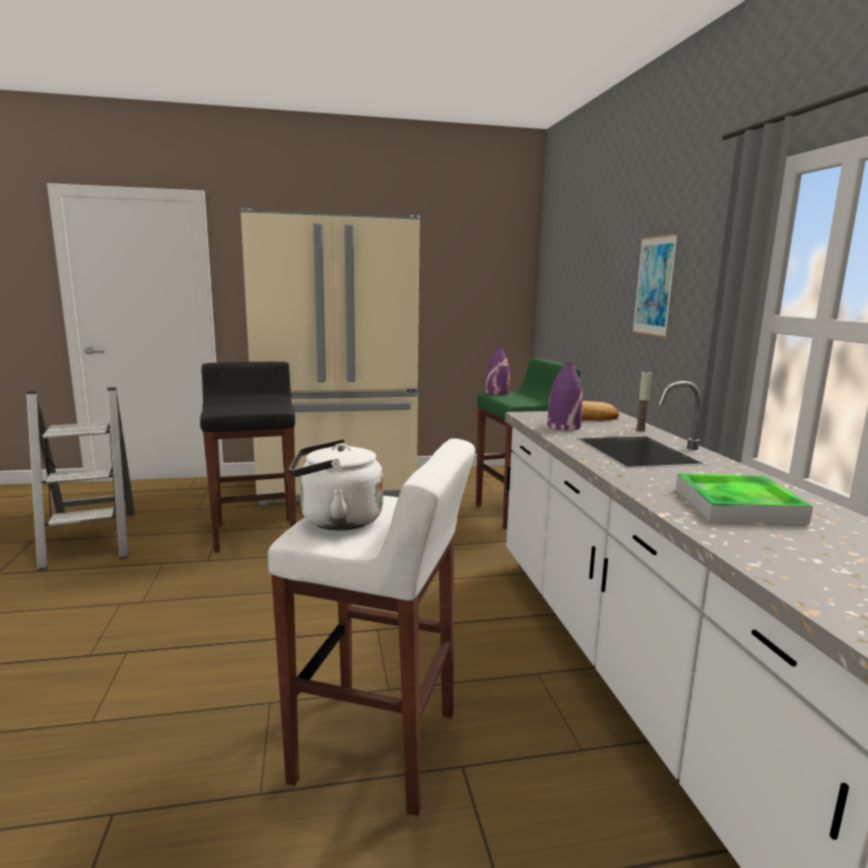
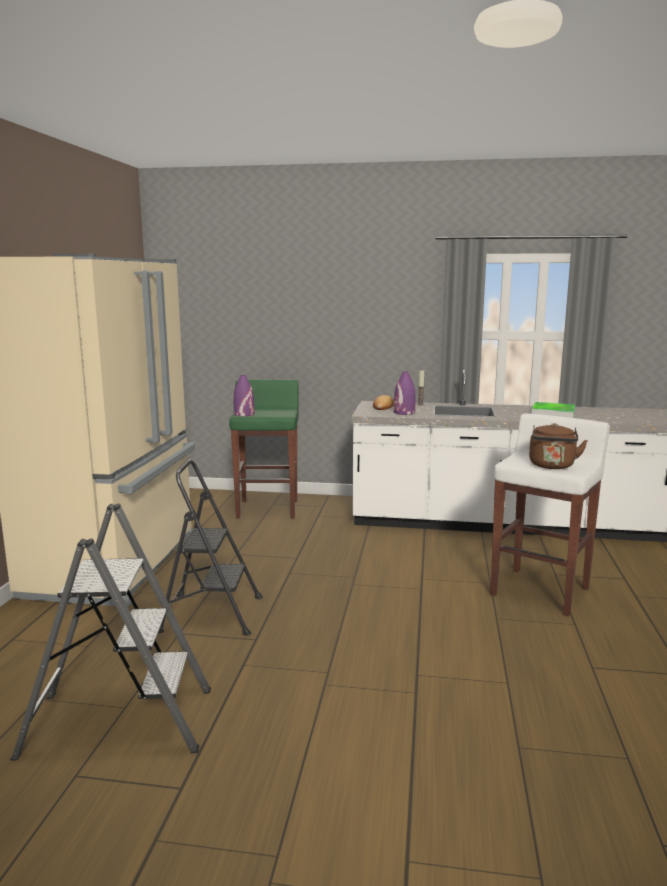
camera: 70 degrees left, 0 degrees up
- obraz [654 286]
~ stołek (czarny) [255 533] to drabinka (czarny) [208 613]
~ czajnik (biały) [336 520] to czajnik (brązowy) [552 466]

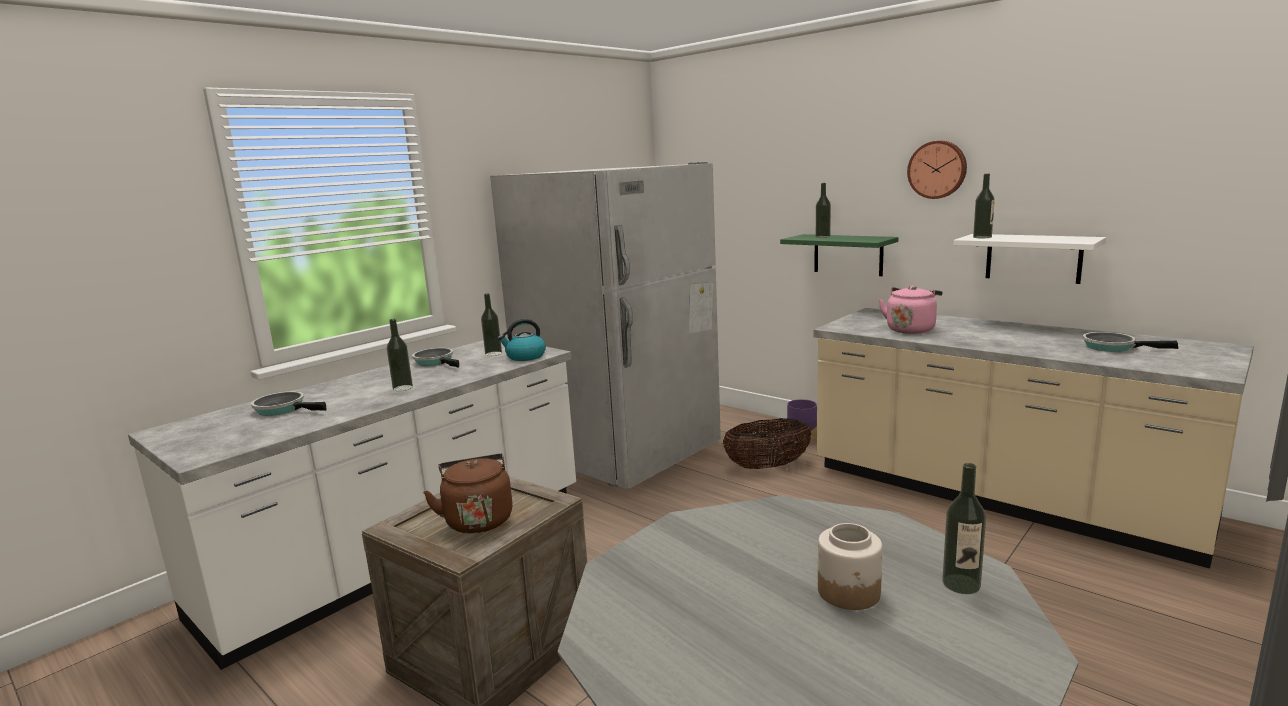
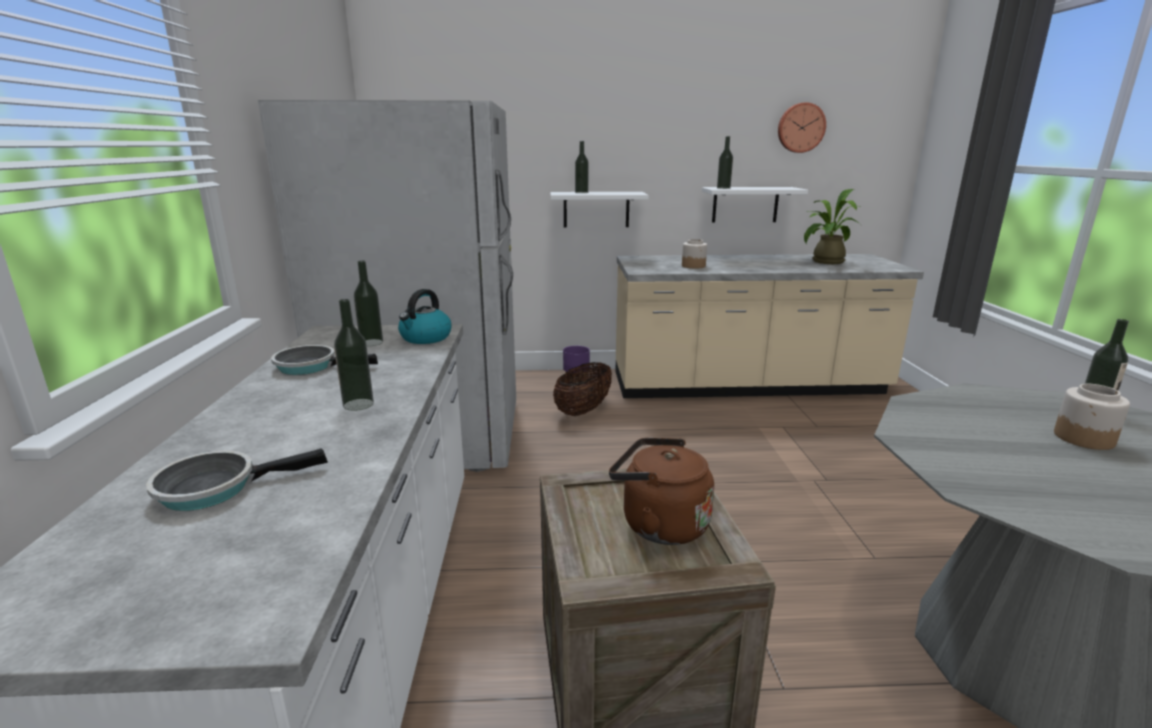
camera: 45 degrees left, 5 degrees up
~ zegar ścienny [937 169] to [800 128]
~ półka (zielony) [848 254] to półka (biały) [596 209]
~ czajnik (różowy) [911 329] to słoik [693 266]
~ patelnia [1113 347] to roślina doniczkowa [824 262]

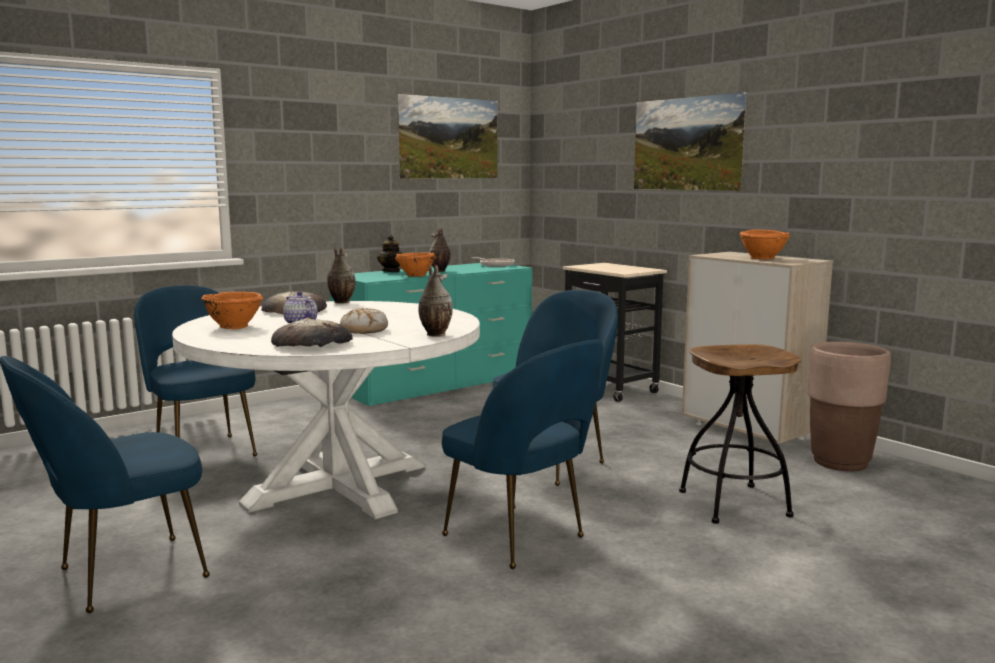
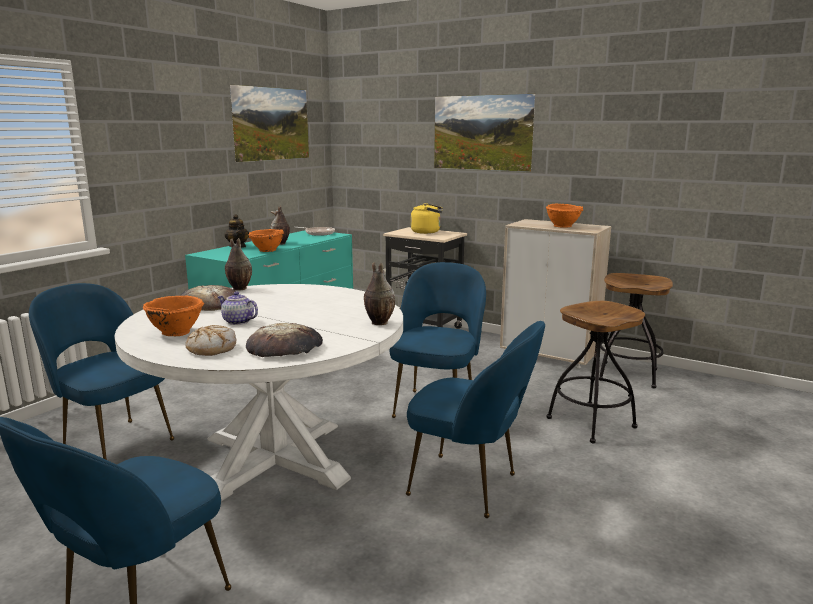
camera: 20 degrees left, 5 degrees up
~ chleb [364 330] to [212 348]
~ donica (brązowy) [840 462] to stołek (brązowy) [628 374]
+ czajnik (żółty) [427 232]

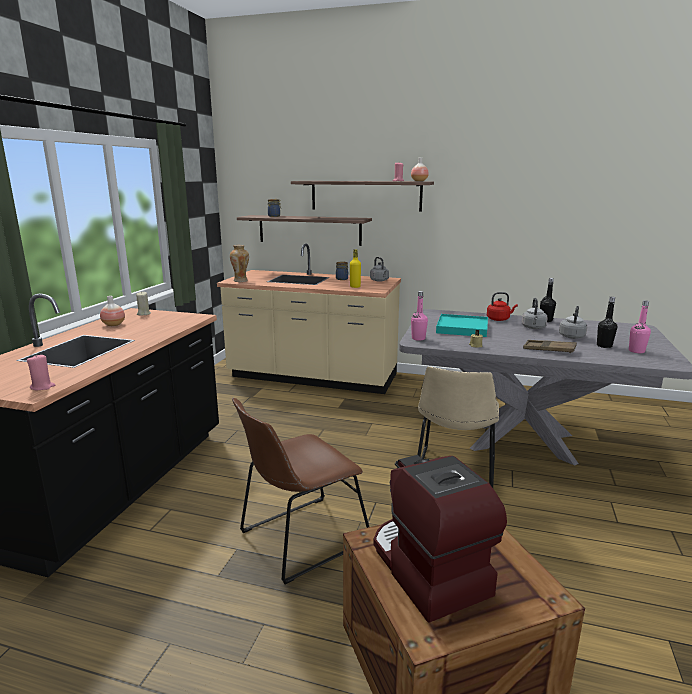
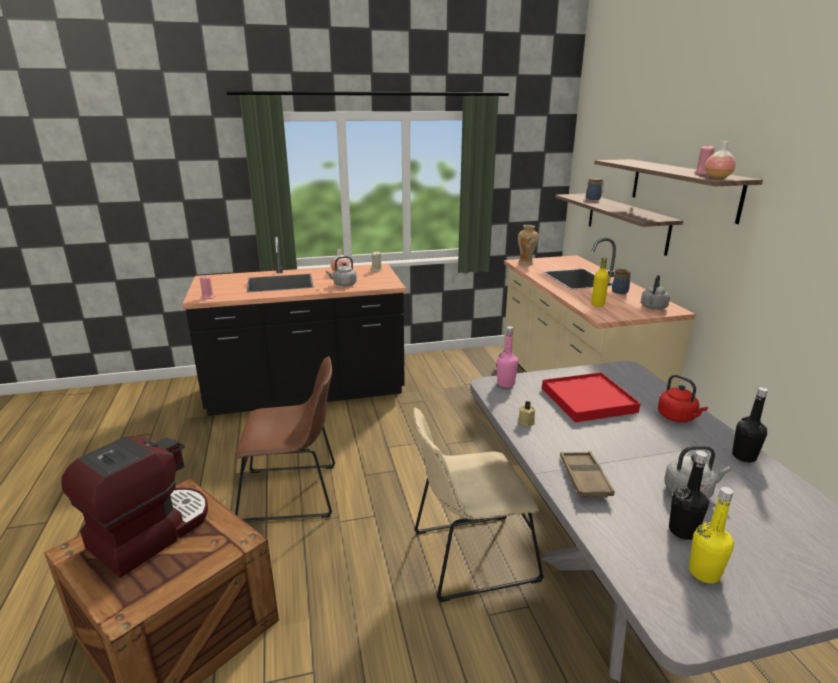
camera: 60 degrees right, 5 degrees up
~ czajnik (szary) [533 328] to [343 284]
~ butelka (różowy) [636 351] to butelka (żółty) [704 573]
~ taca (turkusowy) [462 328] to taca (czerwony) [588 400]
~ krzesło (brązowy) [299 539] = [294 493] 150 degrees clockwise

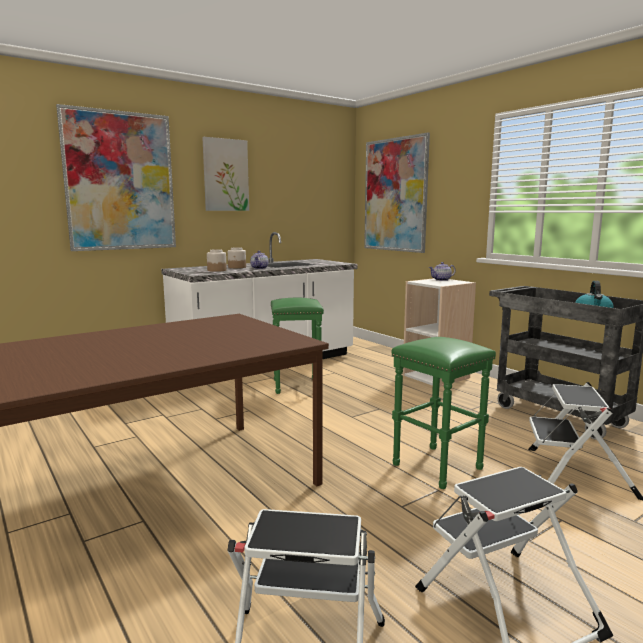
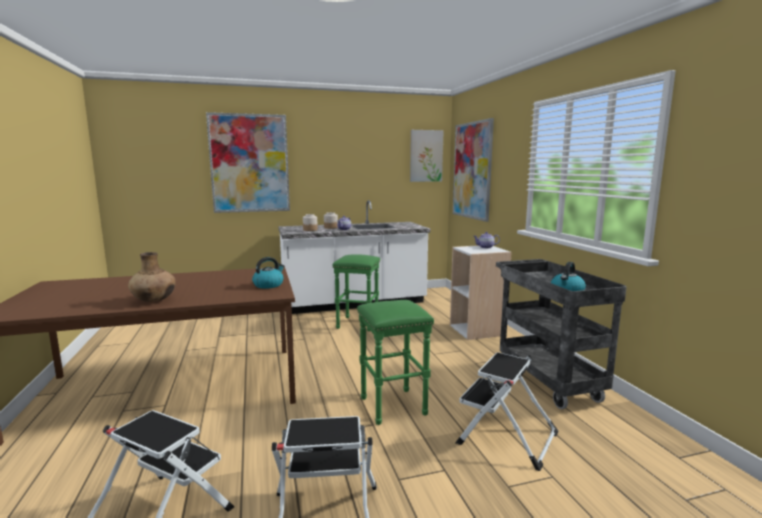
camera: 20 degrees right, 0 degrees up
~ obraz [225 175] to [426 156]
+ wazon (brązowy) [154 300]
+ czajnik [268 285]

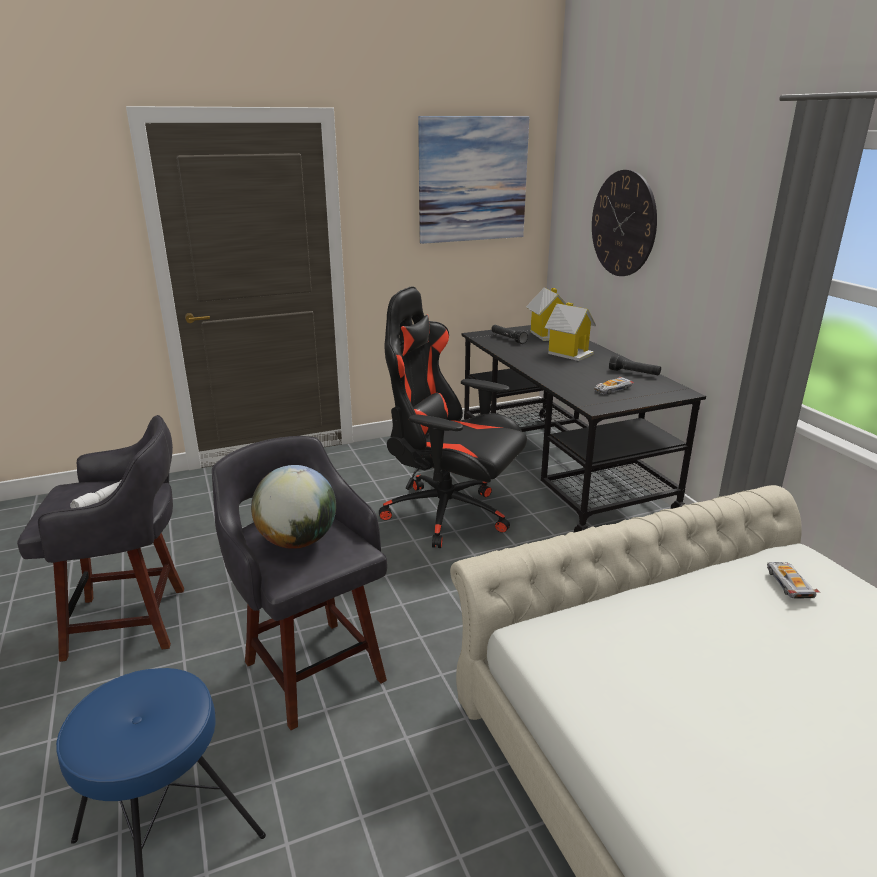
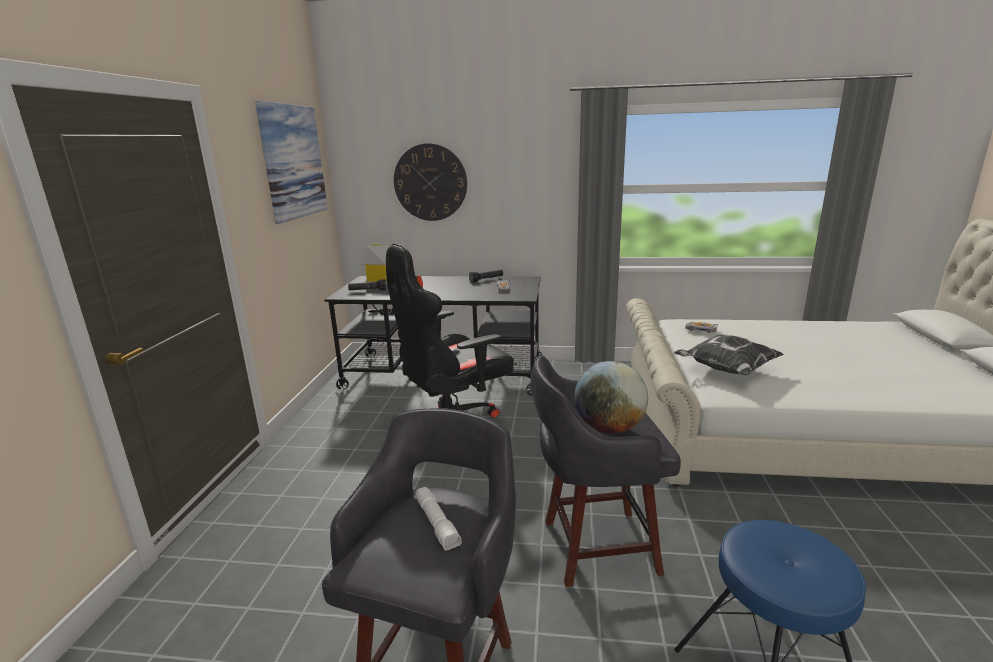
camera: 60 degrees left, 5 degrees down
- domek [569 353]
+ poduszka [725 370]

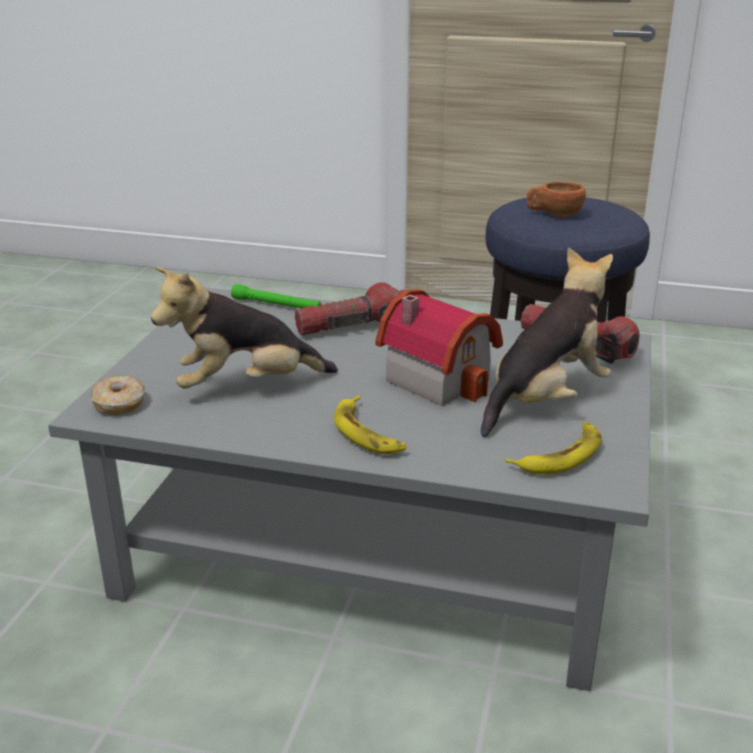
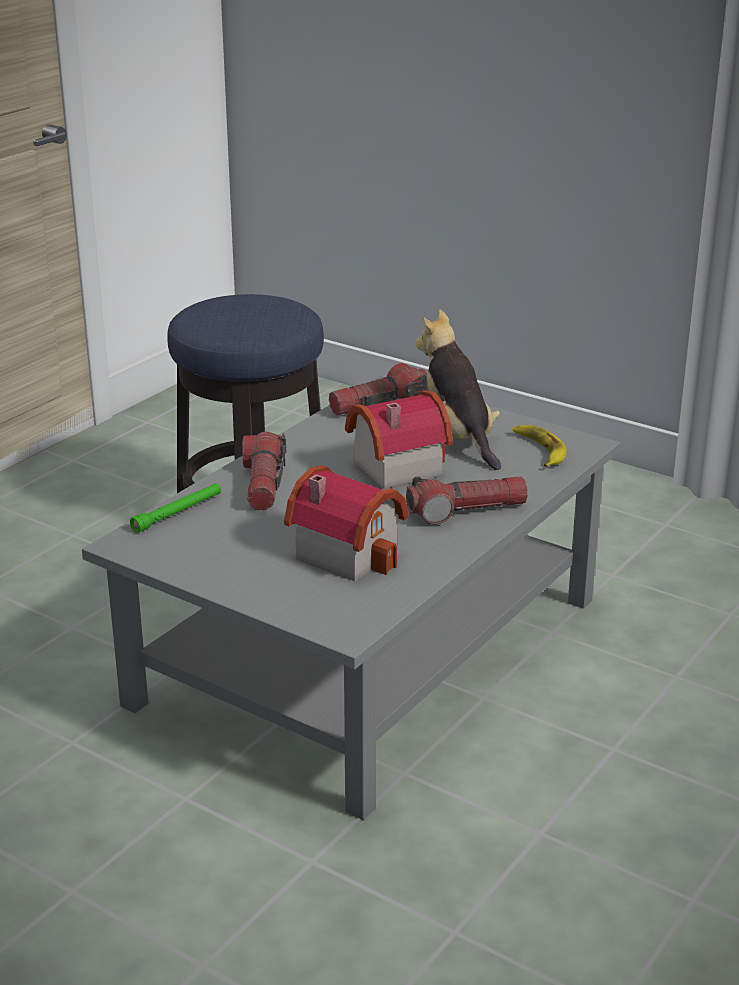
camera: 70 degrees left, 0 degrees up
- filiżanka (brązowy) [554 214]
~ pluszak [246 386] to domek [348 551]
- donut [119 404]
~ banan [367 433] to latarka [466 511]

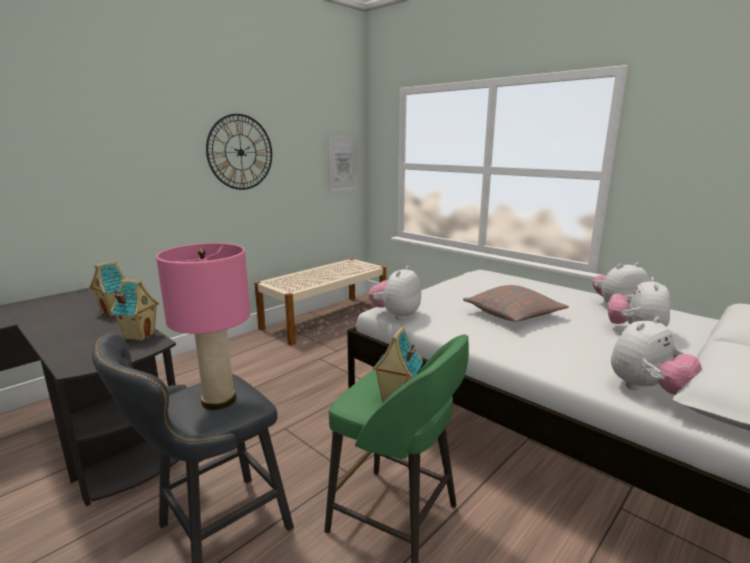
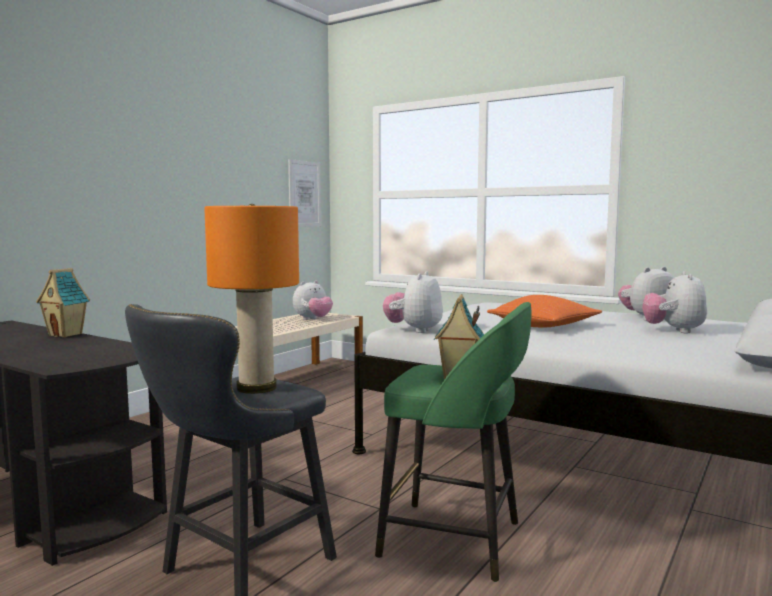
camera: 10 degrees left, 10 degrees down
- zegar ścienny [240 152]
~ lampa stołowa (różowy) [219 400] to lampa stołowa (pomarańczowy) [257 388]
- domek [139 335]
~ poduszka (szary) [513 315] to poduszka (pomarańczowy) [543 326]
~ pluszak [647 389] to [313 319]

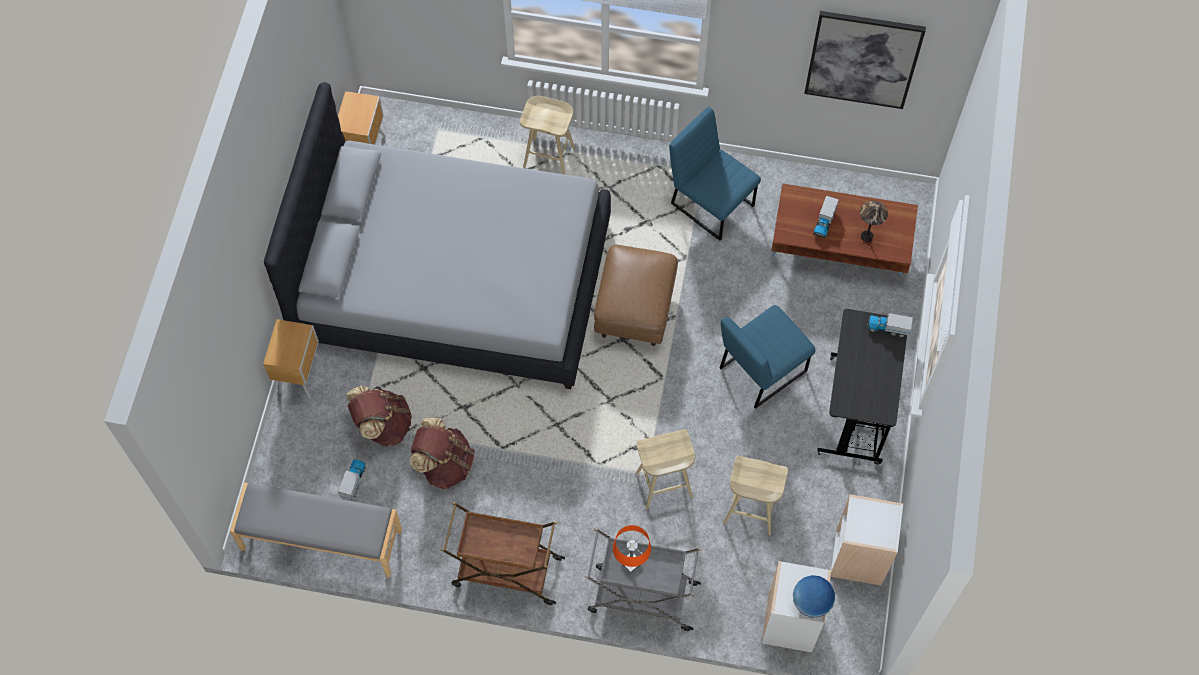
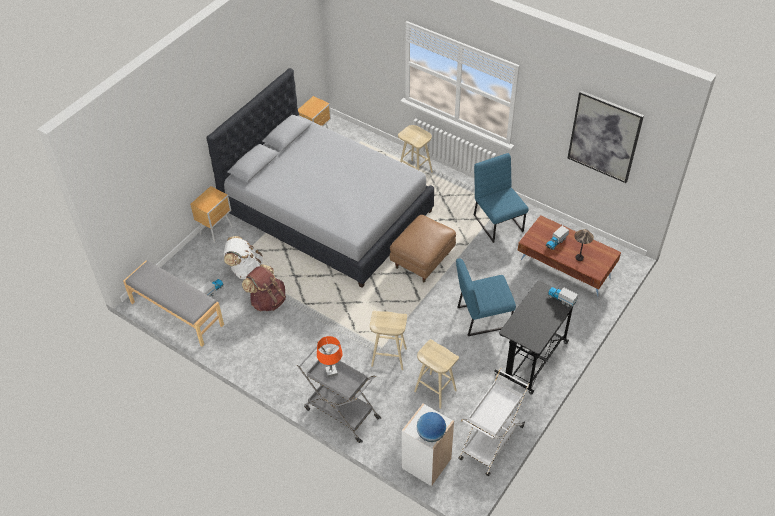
camera: 25 degrees right, 15 degrees down
~ plecak (brązowy) [383 425] to plecak (biały) [245 269]
~ regał [858 558] to wózek (biały) [490 443]
- wózek (brązowy) [506 572]

